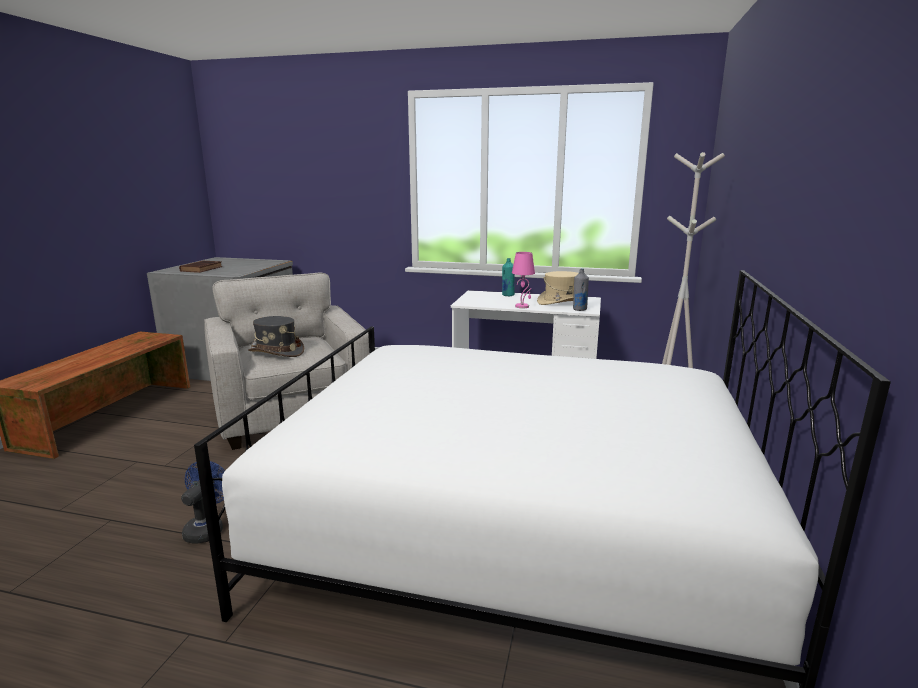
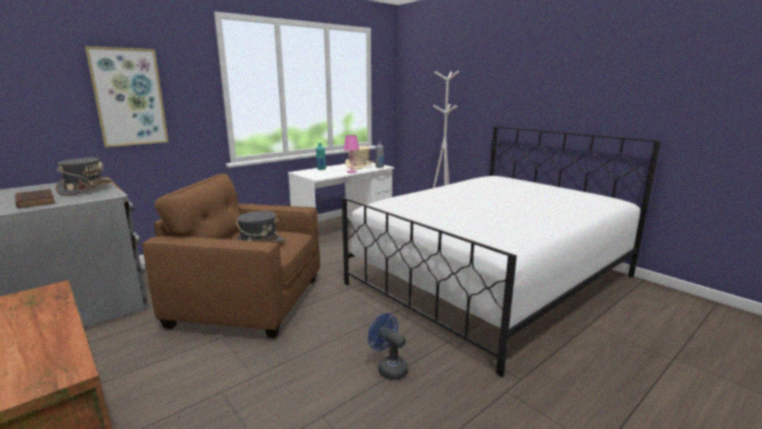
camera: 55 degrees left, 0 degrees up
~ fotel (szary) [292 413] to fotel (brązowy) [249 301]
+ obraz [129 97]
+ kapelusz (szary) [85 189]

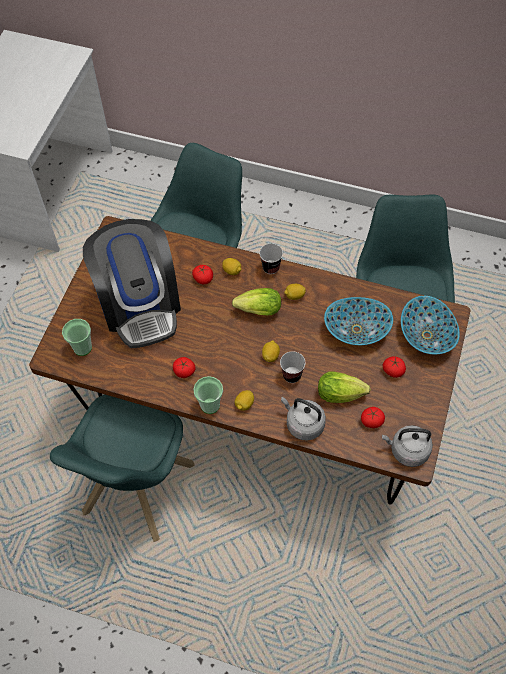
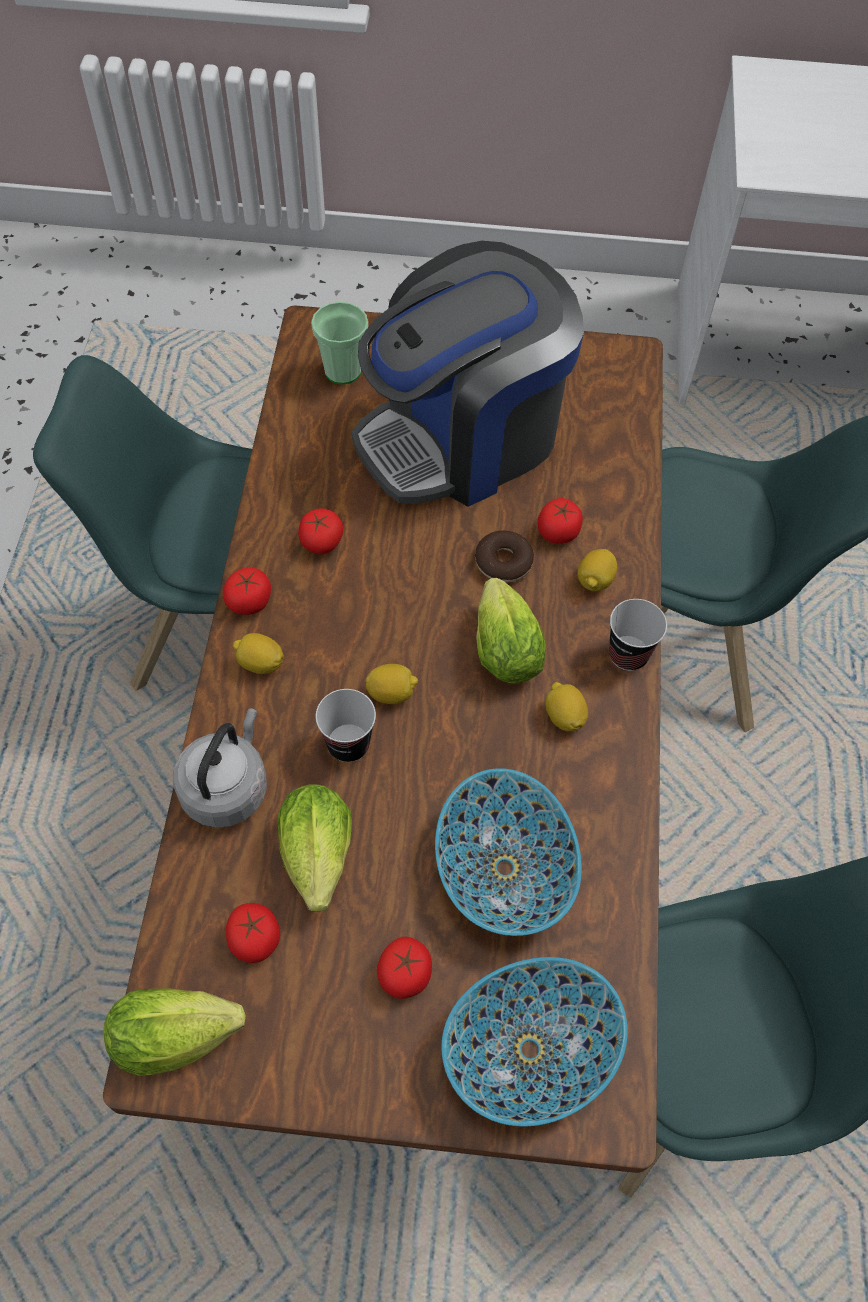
camera: 75 degrees right, 0 degrees up
~ filiżanka [210 405] to pomidor [249 601]
~ czajnik (szary) [407 451] to sałata [183 1035]
+ donut [503 562]

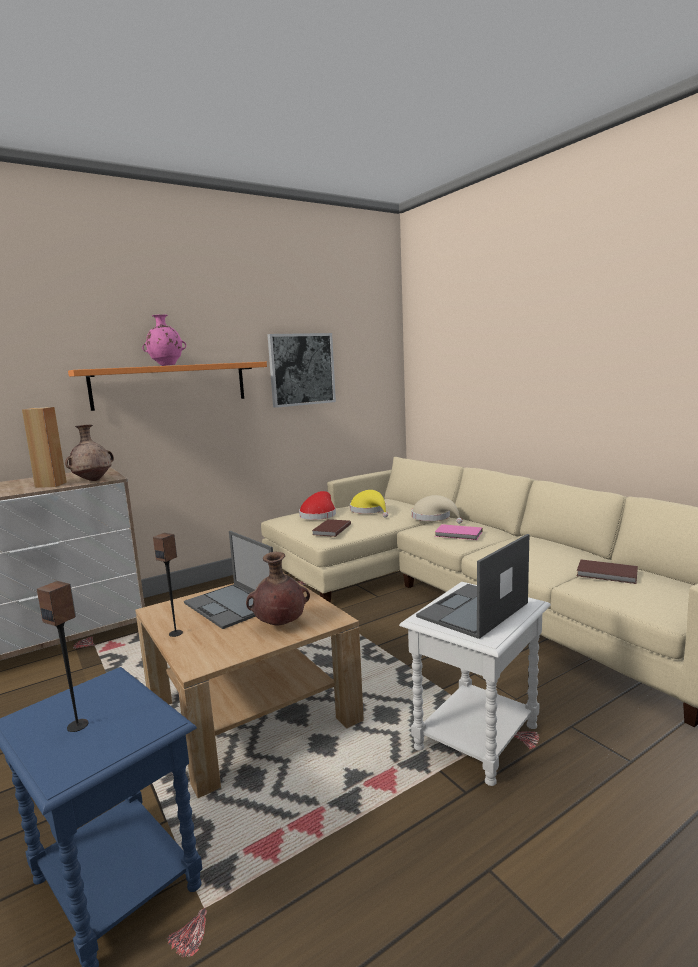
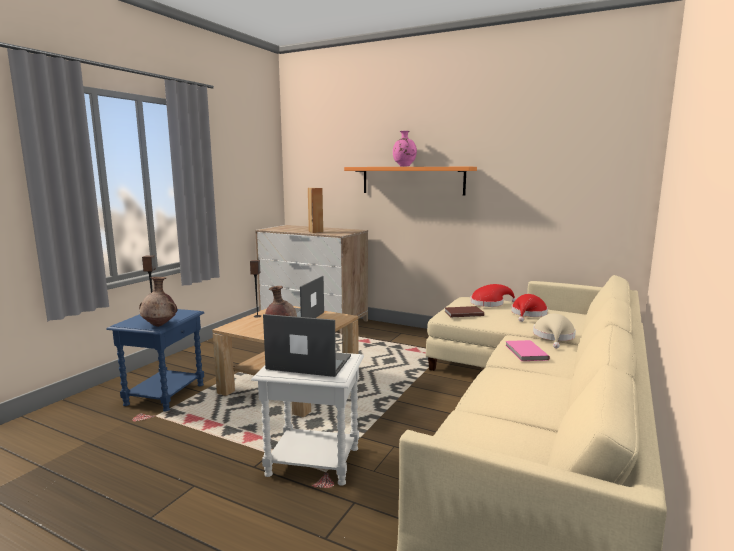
camera: 60 degrees right, 0 degrees up
- obraz [301 369]
~ wazon (brązowy) [93 480] to [160 325]
~ kapelusz (żółty) [369 511] to kapelusz (czerwony) [528 314]
- książka (brązowy) [607 574]

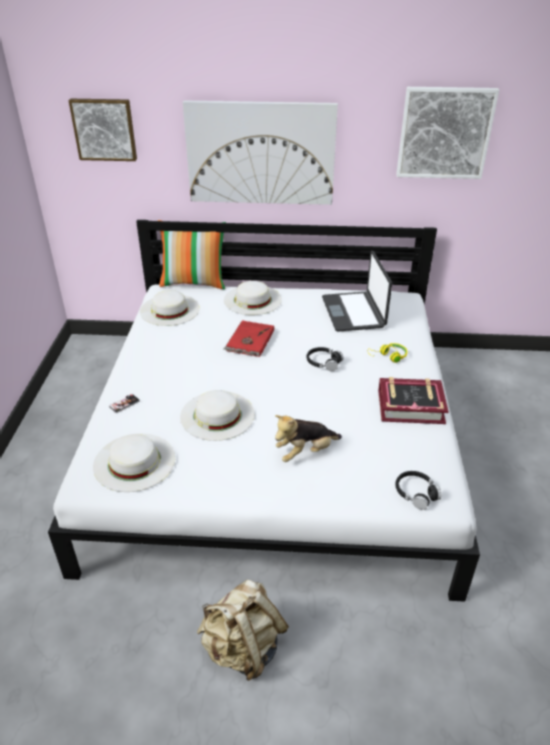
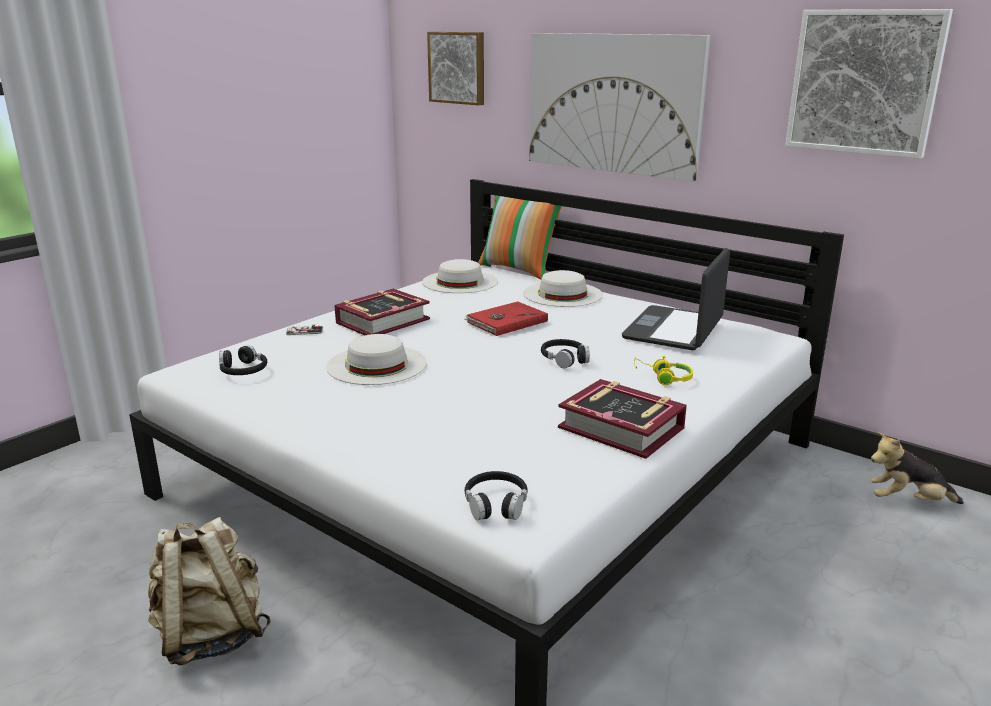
camera: 35 degrees right, 15 degrees down
~ pluszak [305 452] to [908 501]
~ kapelusz (biały) [134 461] to słuchawki (czarny) [243 370]
+ książka [382 321]

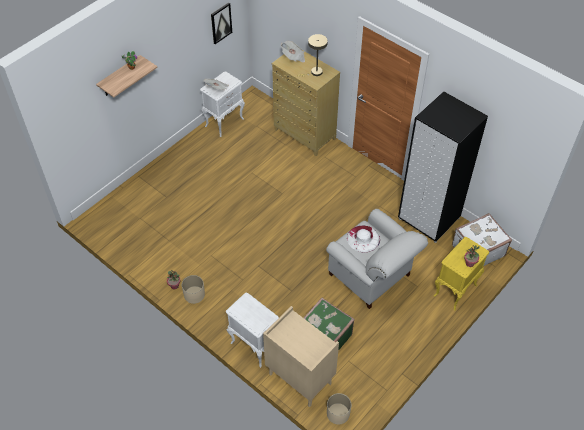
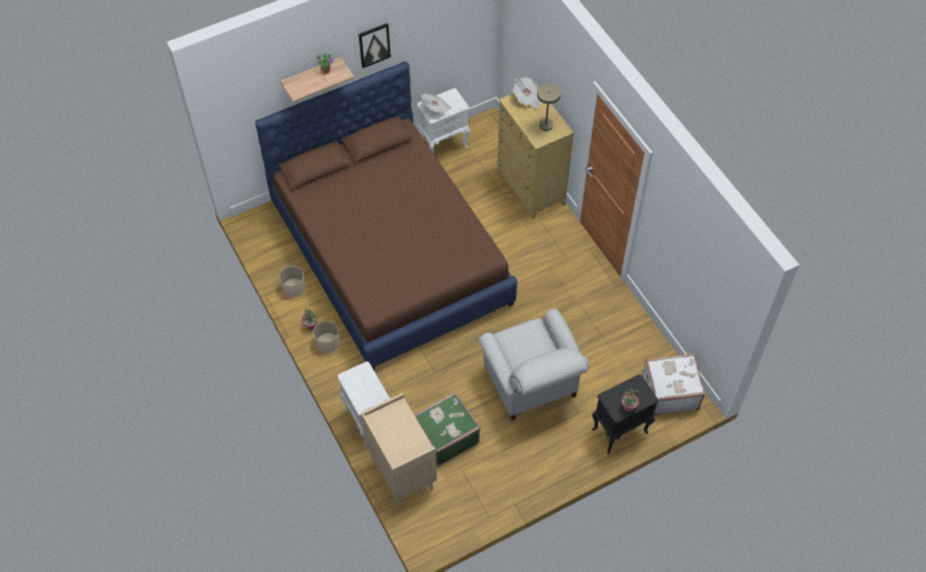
camera: 20 degrees right, 5 degrees up
~ obraz [221 23] to [374 44]
- szafa [429 219]
- kapelusz (biały) [363 238]
~ szafka nocna (żółty) [455 291] to szafka nocna (czarny) [619 431]
~ donica (beżowy) [338 413] to [293 287]
+ łóżko (brązowy) [390 253]

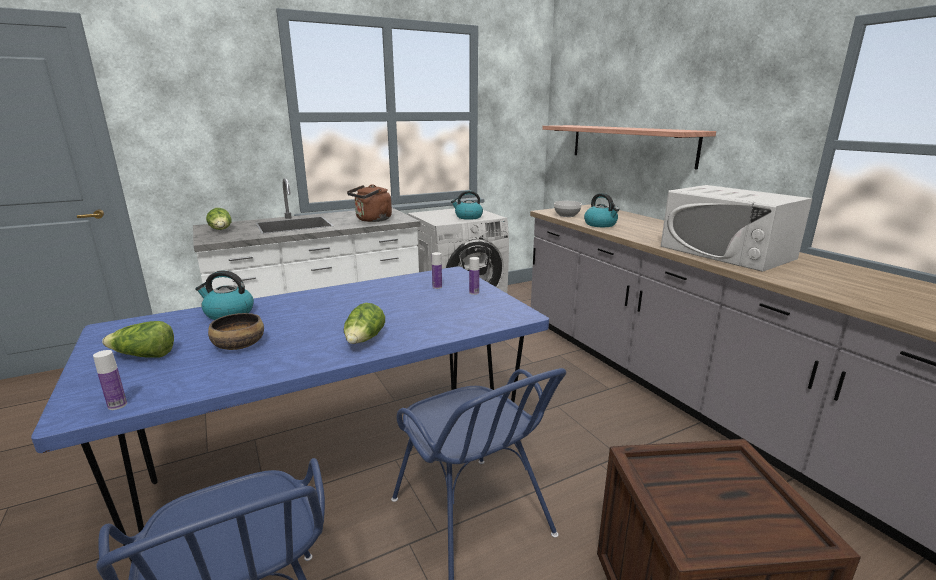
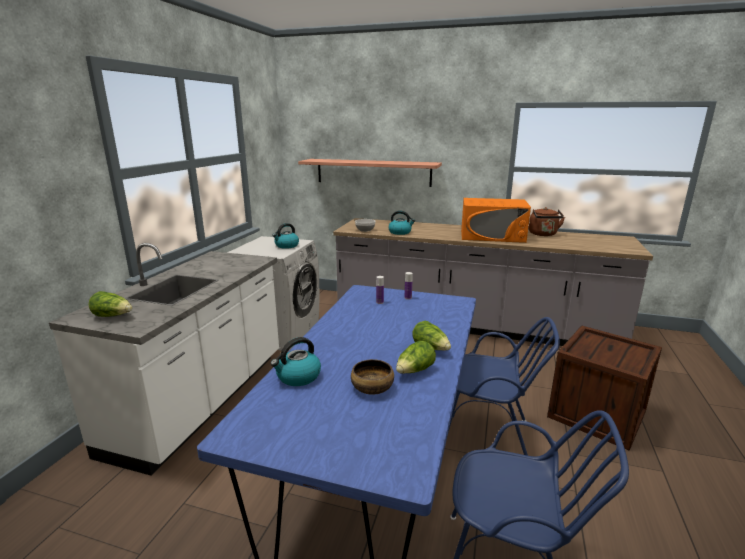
camera: 45 degrees left, 0 degrees up
~ czajnik (brązowy) [372 220] to [543 234]
~ mikrofalówka (biały) [726 252] to mikrofalówka (pomarańczowy) [492 236]
~ sałata [144 356] to [415 371]
- butelka [117 405]

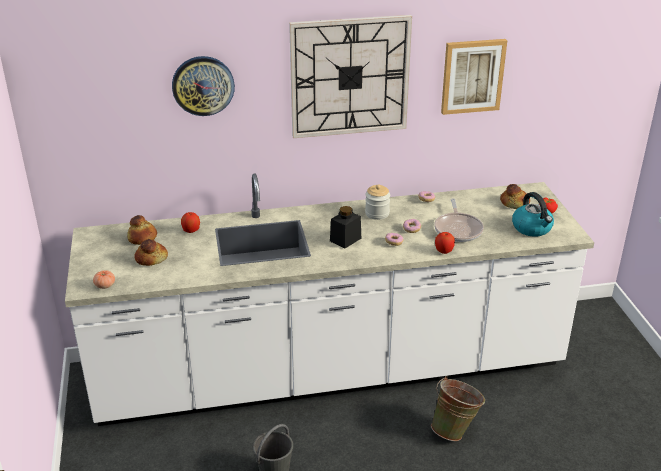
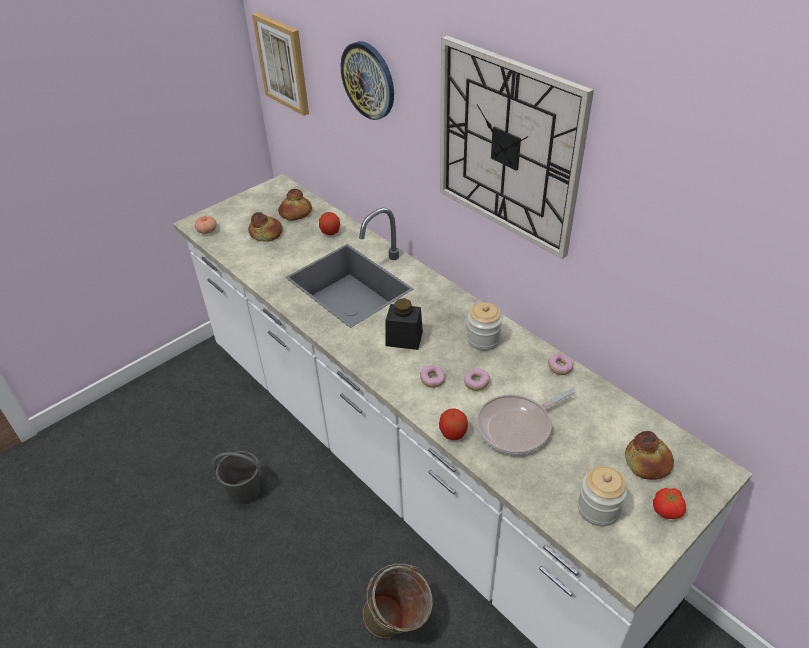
camera: 60 degrees right, 10 degrees up
~ obraz [472 76] to [283 63]
~ czajnik [532 228] to słoik [598 508]

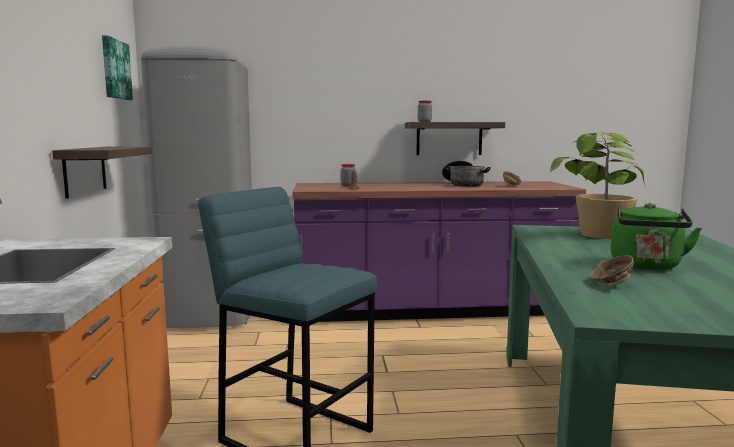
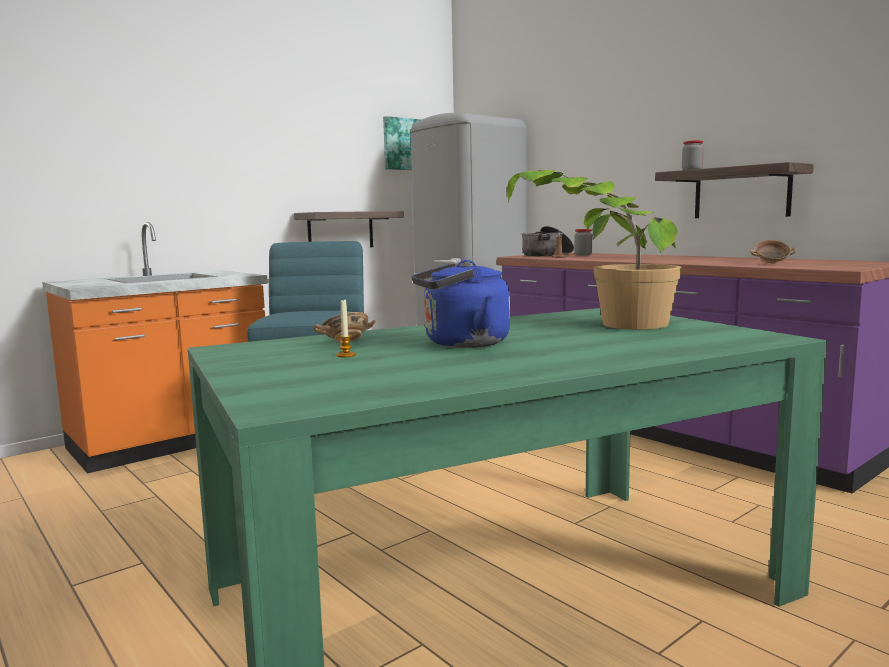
camera: 55 degrees right, 0 degrees up
~ garnek [463 184] to [547 254]
~ czajnik (zielony) [646 266] to czajnik (niebieski) [461 344]
+ świeca [346 355]

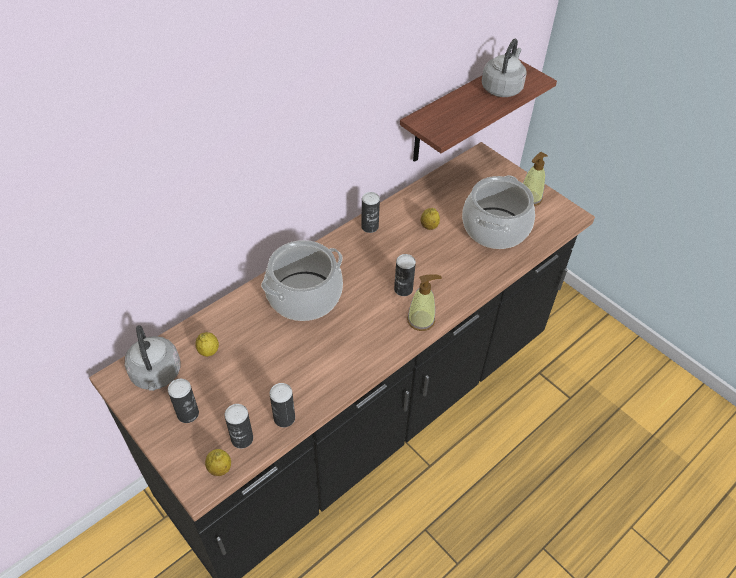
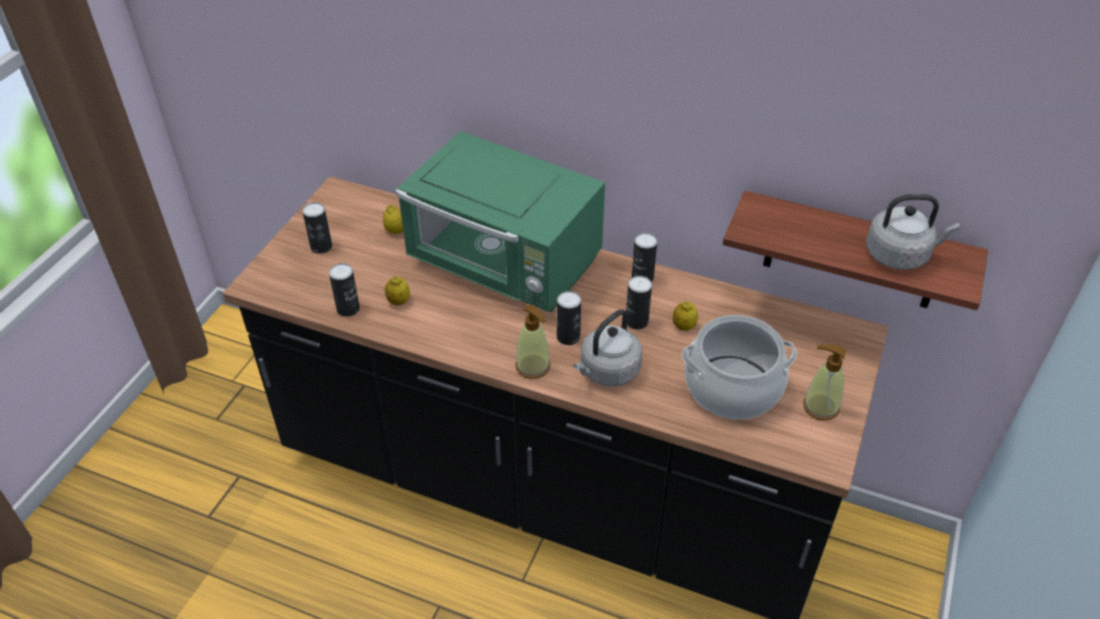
camera: 65 degrees right, 5 degrees down
~ garnek [304 296] to mikrofalówka (zielony) [505 265]
~ czajnik (szary) [156 375] to [607 372]
~ puszka [242 438] to [636 321]
~ cytryna [220 469] to [398 301]

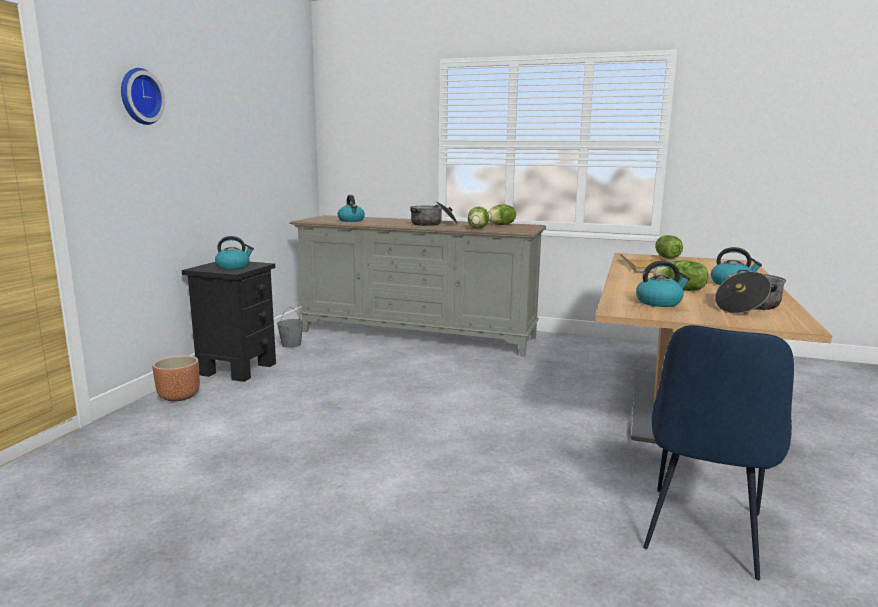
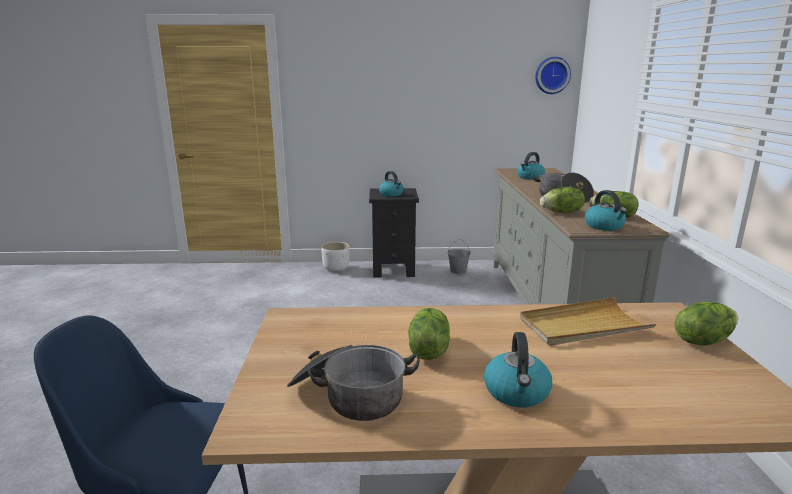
camera: 70 degrees right, 5 degrees up
~ zegar ścienny [139 96] to [551 75]
~ czajnik [659 302] to [604 226]
~ donica (brązowy) [179 396] to donica (biały) [336 268]

